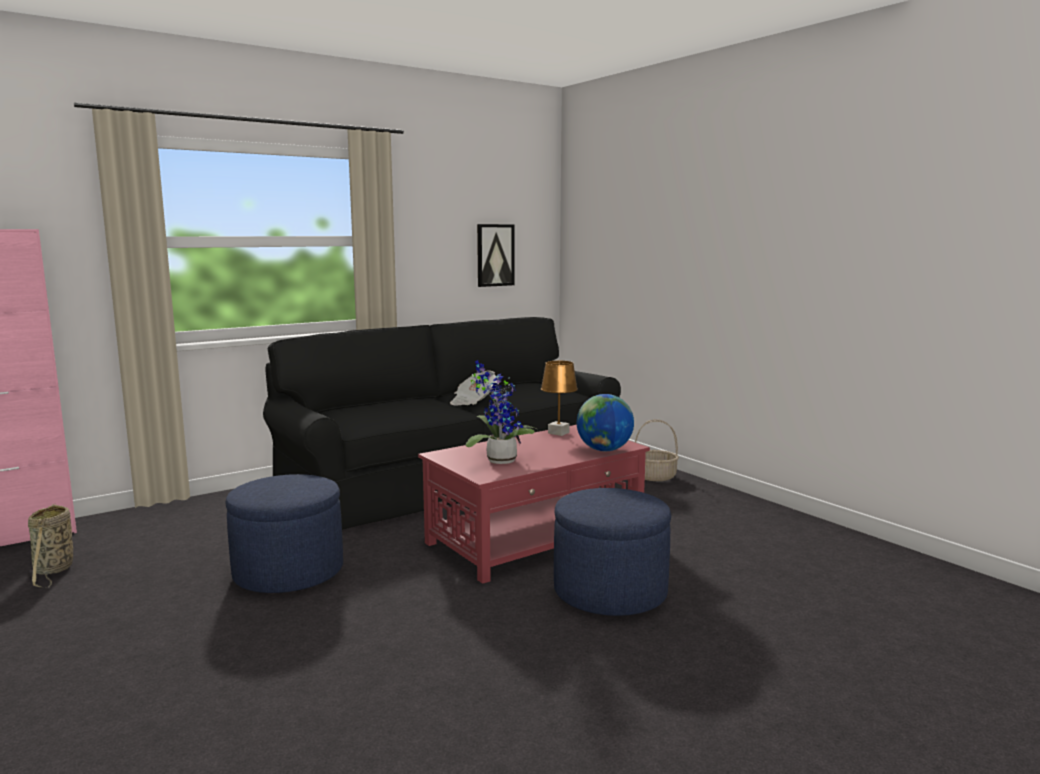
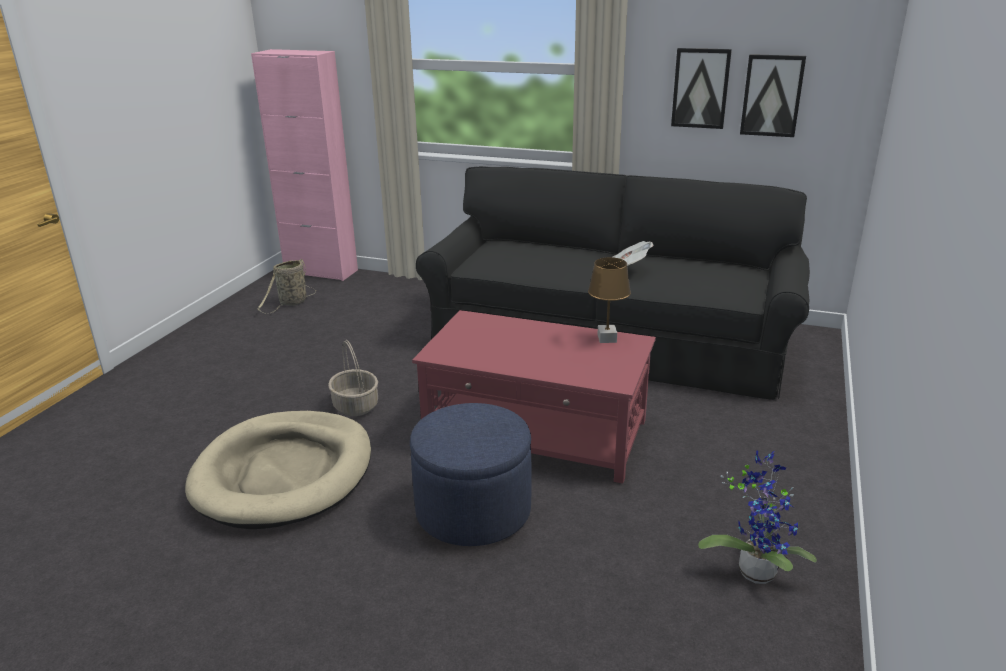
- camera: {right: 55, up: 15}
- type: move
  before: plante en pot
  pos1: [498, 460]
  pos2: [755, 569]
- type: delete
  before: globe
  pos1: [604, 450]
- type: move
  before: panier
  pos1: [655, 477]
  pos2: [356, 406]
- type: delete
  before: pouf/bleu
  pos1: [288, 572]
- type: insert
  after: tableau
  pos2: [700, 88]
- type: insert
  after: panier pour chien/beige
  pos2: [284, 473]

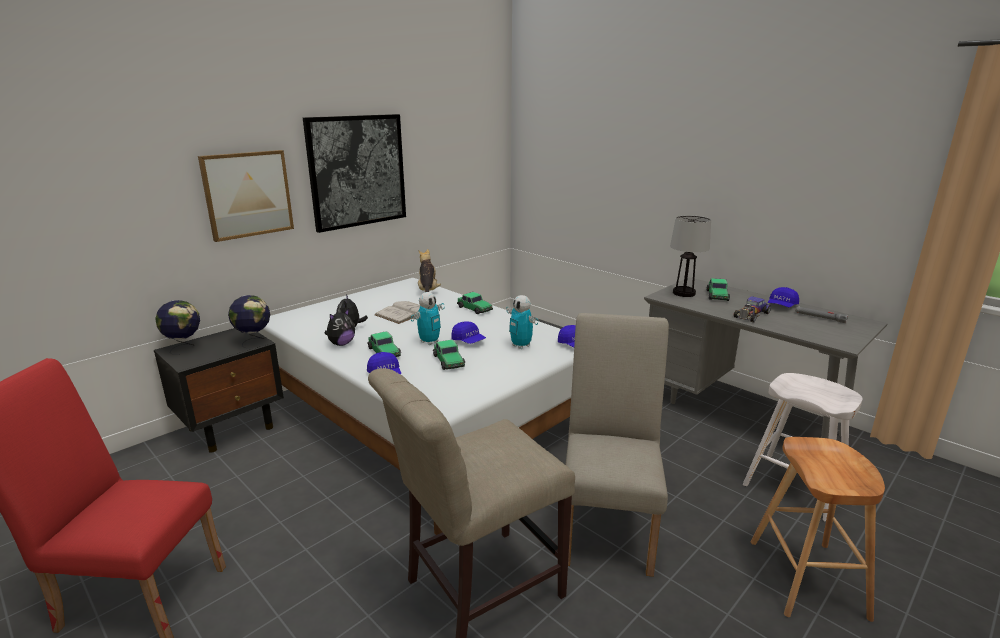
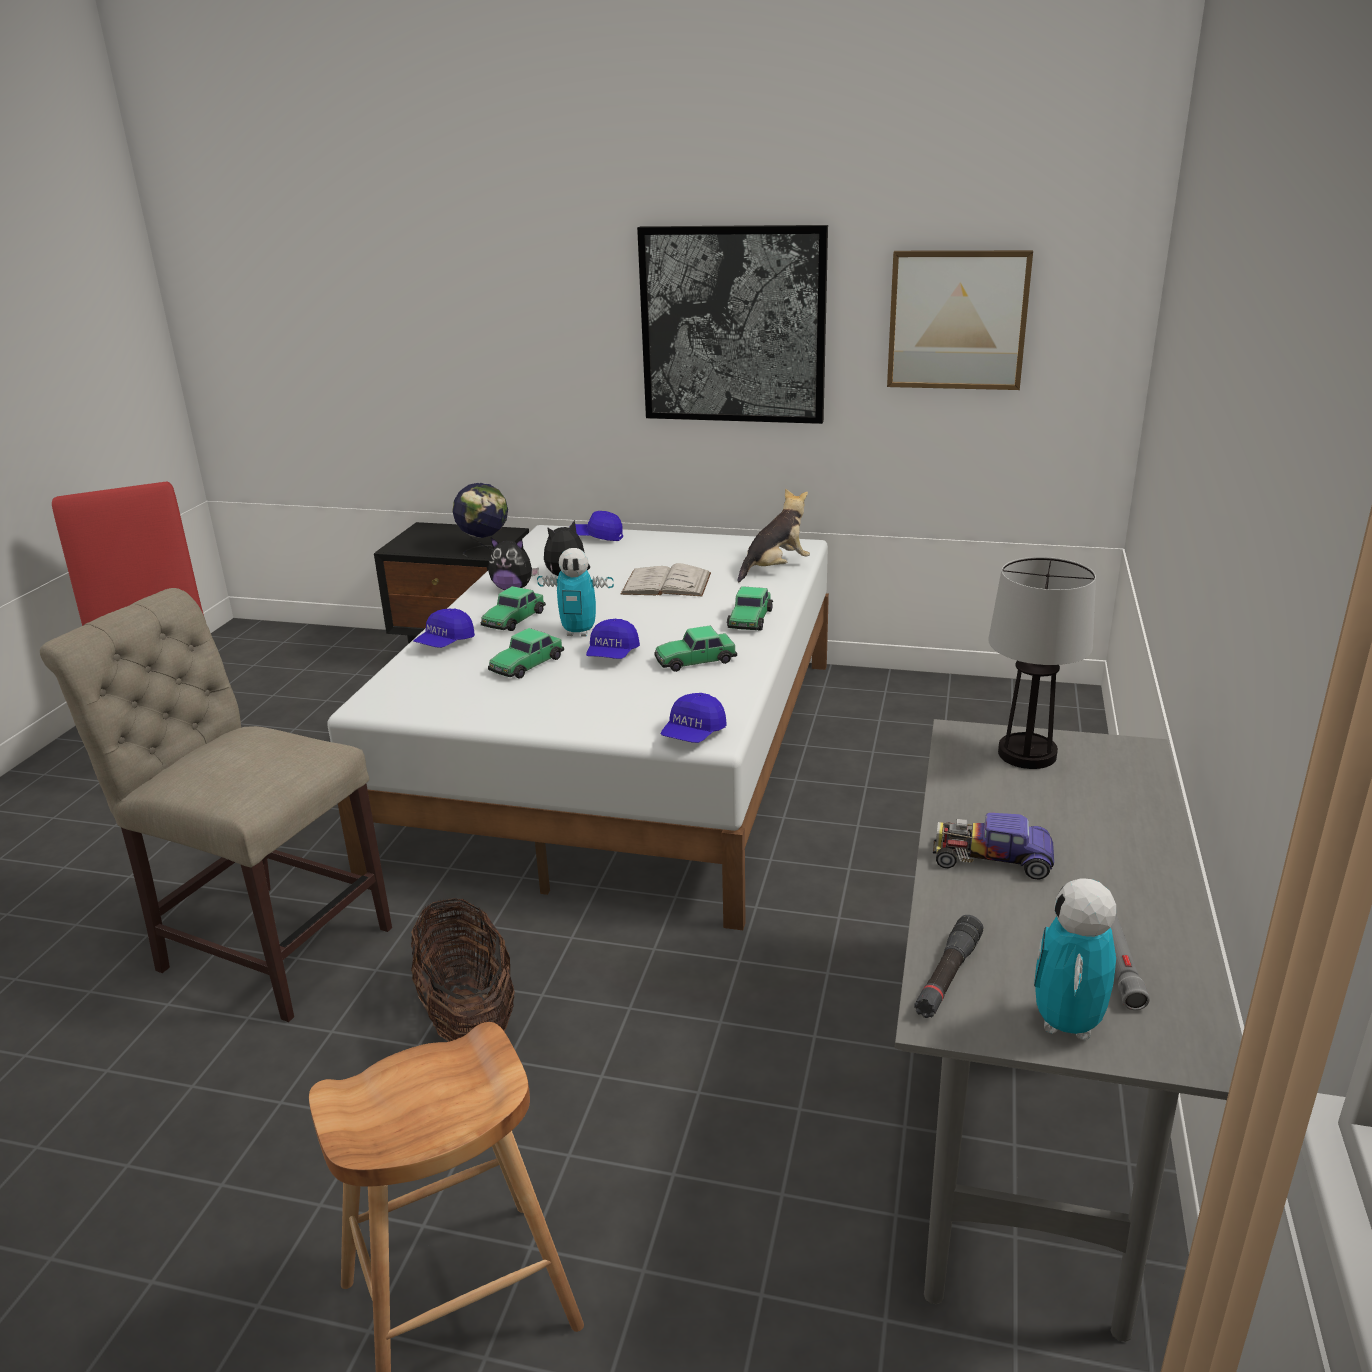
- camera: {right: 60, up: 5}
- type: move
  before: tableau
  pos1: [247, 194]
  pos2: [957, 320]
- type: move
  before: petite voiture
  pos1: [717, 296]
  pos2: [695, 660]
- type: move
  before: casquette/bleu
  pos1: [781, 306]
  pos2: [597, 537]
- type: move
  before: robot jouet
  pos1: [521, 346]
  pos2: [1067, 1024]
- type: delete
  before: globe
  pos1: [184, 347]
- type: replace
  before: chaise/beige
  after: panier
  pos1: [608, 524]
  pos2: [468, 1017]
- type: delete
  before: tabouret/blanc
  pos1: [794, 487]
- type: insert
  after: lampe de poche/noir
  pos2: [947, 976]

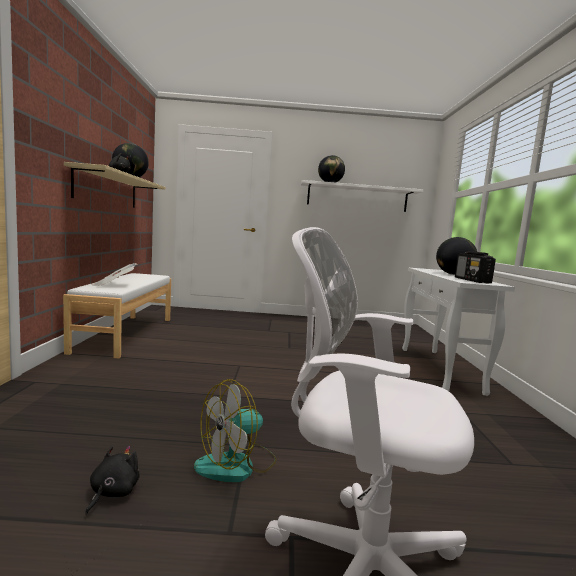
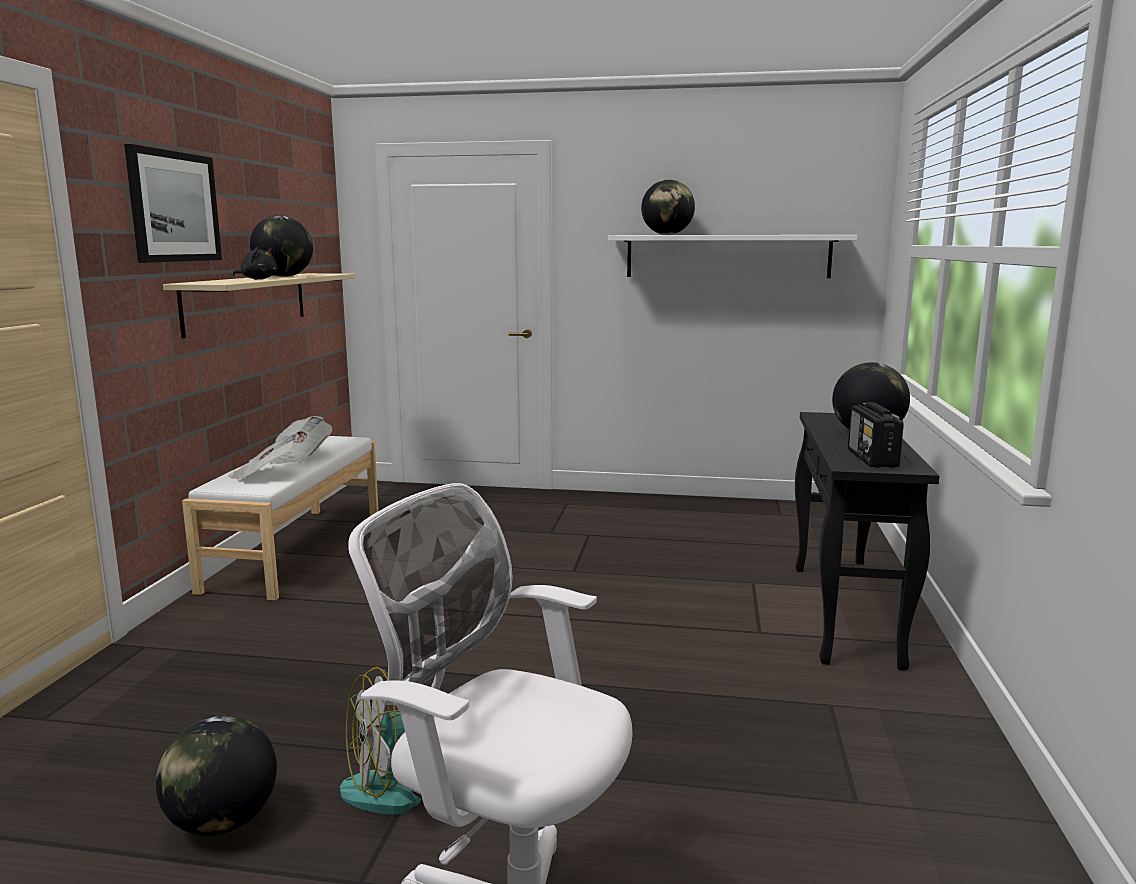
- camera: {right: 10, up: 5}
- type: recolor
  before: table console/blanc
  after: table console/noir
  pos1: [439, 369]
  pos2: [845, 614]
- type: replace
  before: peluche/noir
  after: globe
  pos1: [112, 492]
  pos2: [223, 822]
- type: insert
  after: tableau
  pos2: [174, 207]
- type: insert
  after: journal
  pos2: [300, 457]

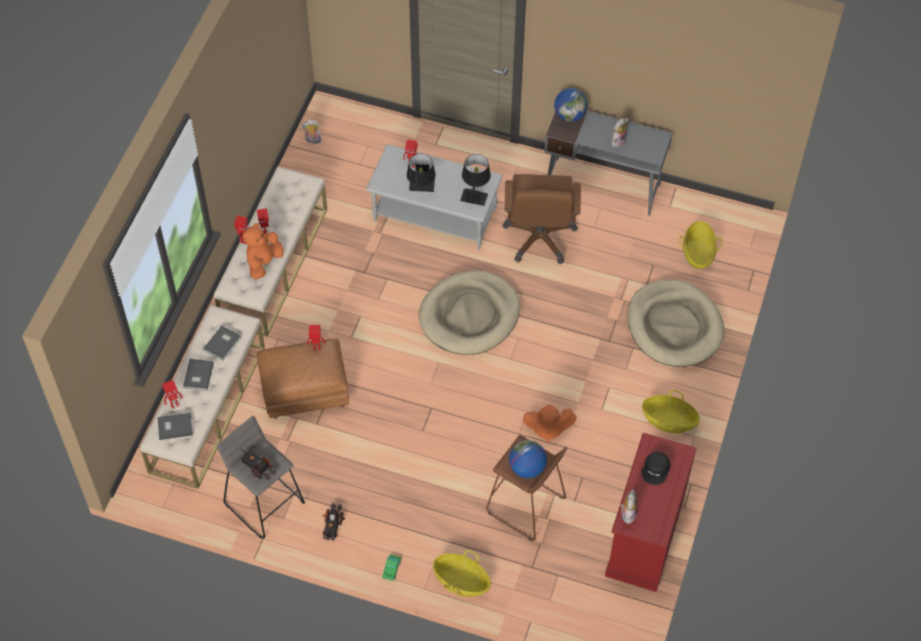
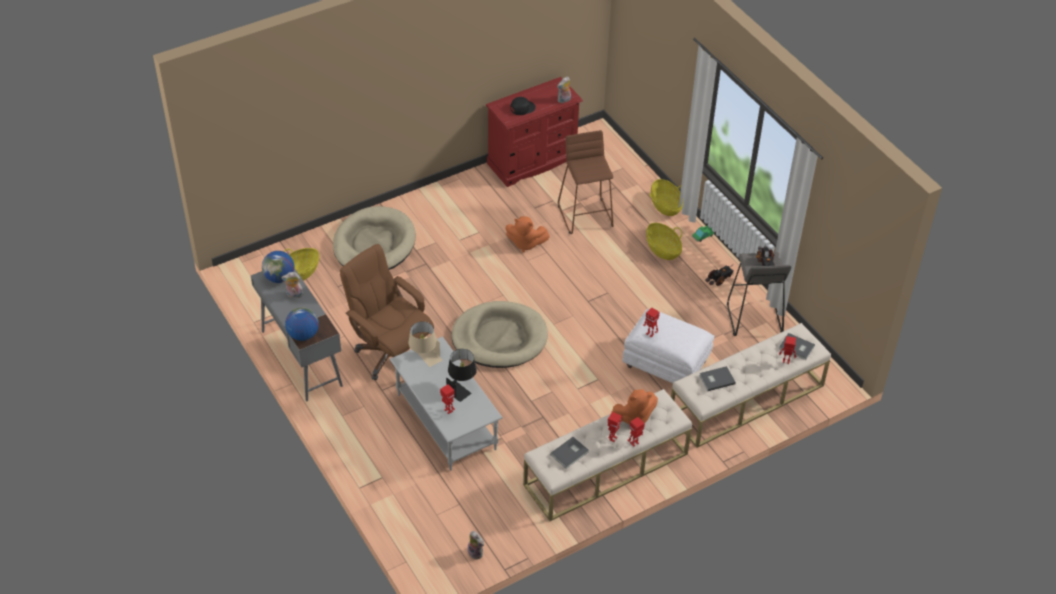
- camera: {right: -140, up: -10}
- type: recolor
  before: lampe de table/noir
  after: lampe de table/beige
  pos1: [475, 192]
  pos2: [425, 358]
- type: rotate
  before: chaise de bureau/marron
  pos1: [539, 238]
  pos2: [390, 354]
  turn: -90
- type: recolor
  before: pouf/marron
  after: pouf/blanc
  pos1: [304, 393]
  pos2: [666, 365]
- type: move
  before: livre/gris
  pos1: [197, 375]
  pos2: [570, 453]
- type: move
  before: panier
  pos1: [669, 421]
  pos2: [662, 249]
- type: rotate
  before: peluche/orange
  pos1: [547, 428]
  pos2: [525, 243]
  turn: 150
- type: move
  before: globe
  pos1: [527, 468]
  pos2: [279, 278]

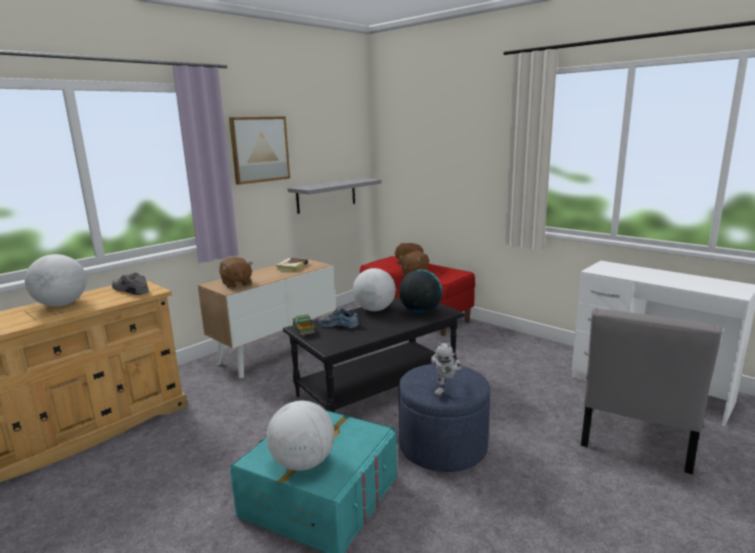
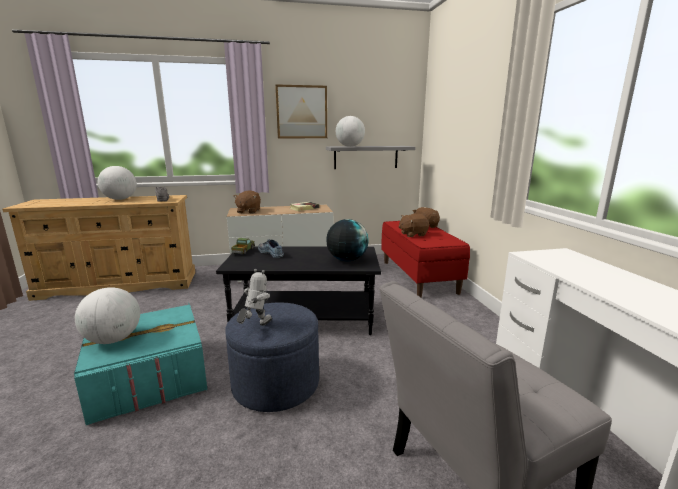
- camera: {right: 35, up: 0}
- type: move
  before: globe
  pos1: [374, 309]
  pos2: [350, 146]
- type: rotate
  before: robot jouet
  pos1: [445, 390]
  pos2: [256, 326]
  turn: 150

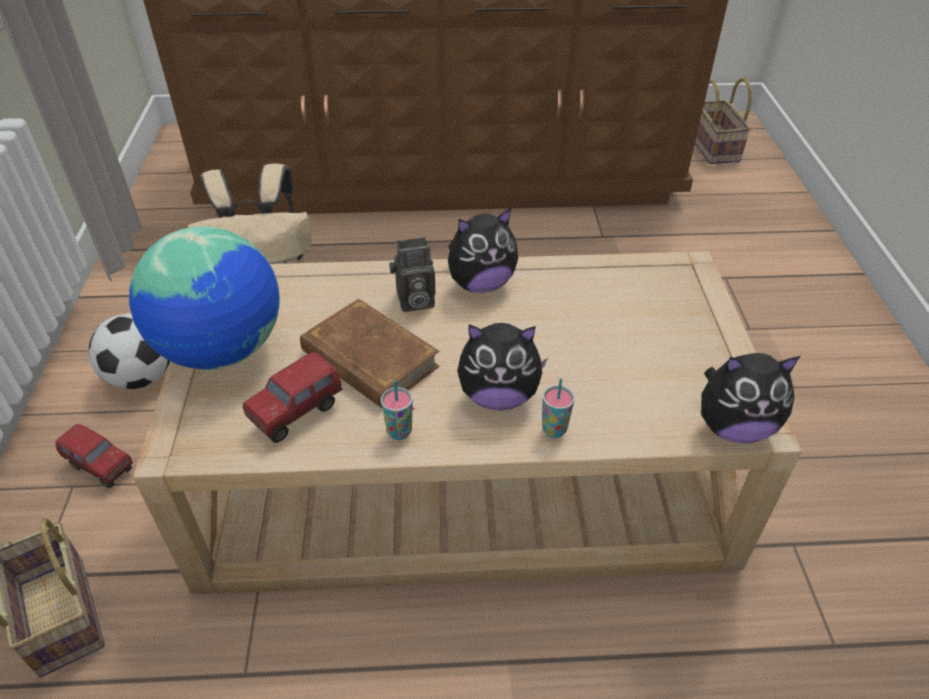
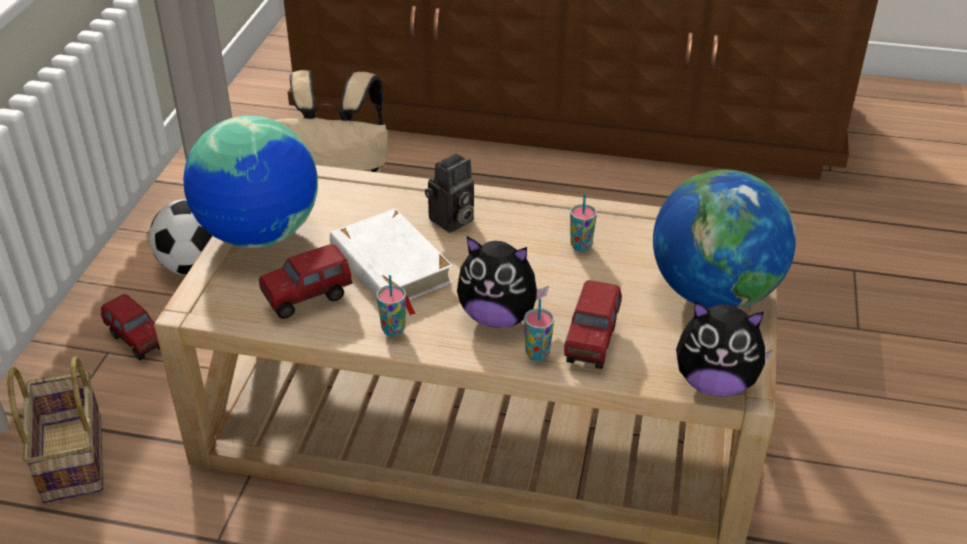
- camera: {right: 15, up: -5}
- type: delete
  before: panier
  pos1: [715, 148]
- type: delete
  before: peluche
  pos1: [480, 284]
- type: rotate
  before: appareil photo
  pos1: [414, 302]
  pos2: [451, 221]
  turn: -45
- type: recolor
  before: livre/marron
  after: livre/blanc
  pos1: [370, 360]
  pos2: [390, 266]
- type: insert
  after: globe
  pos2: [714, 293]
- type: insert
  after: tasse
  pos2: [581, 246]
- type: insert
  after: camion jouet
  pos2: [592, 343]

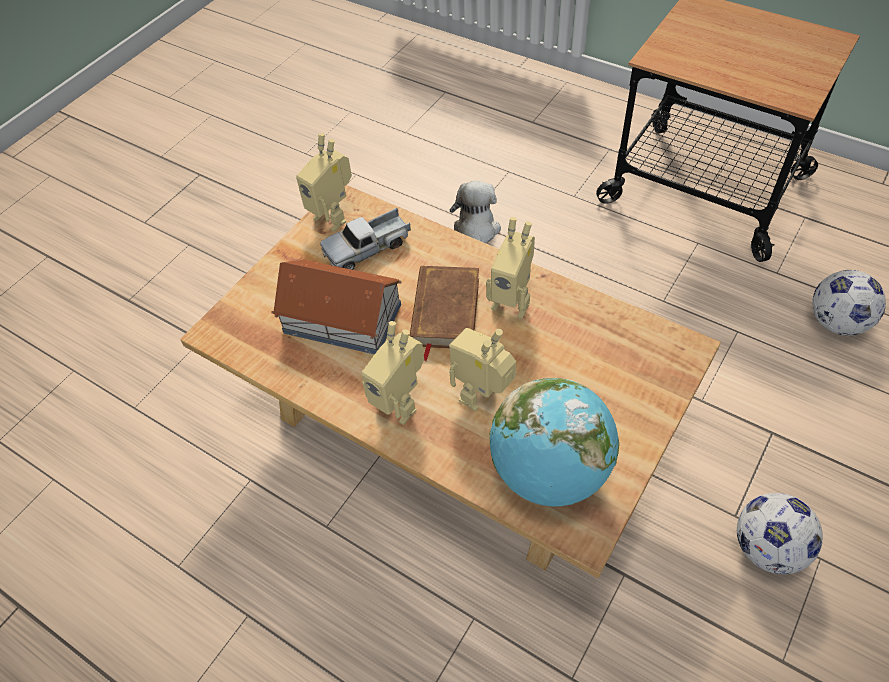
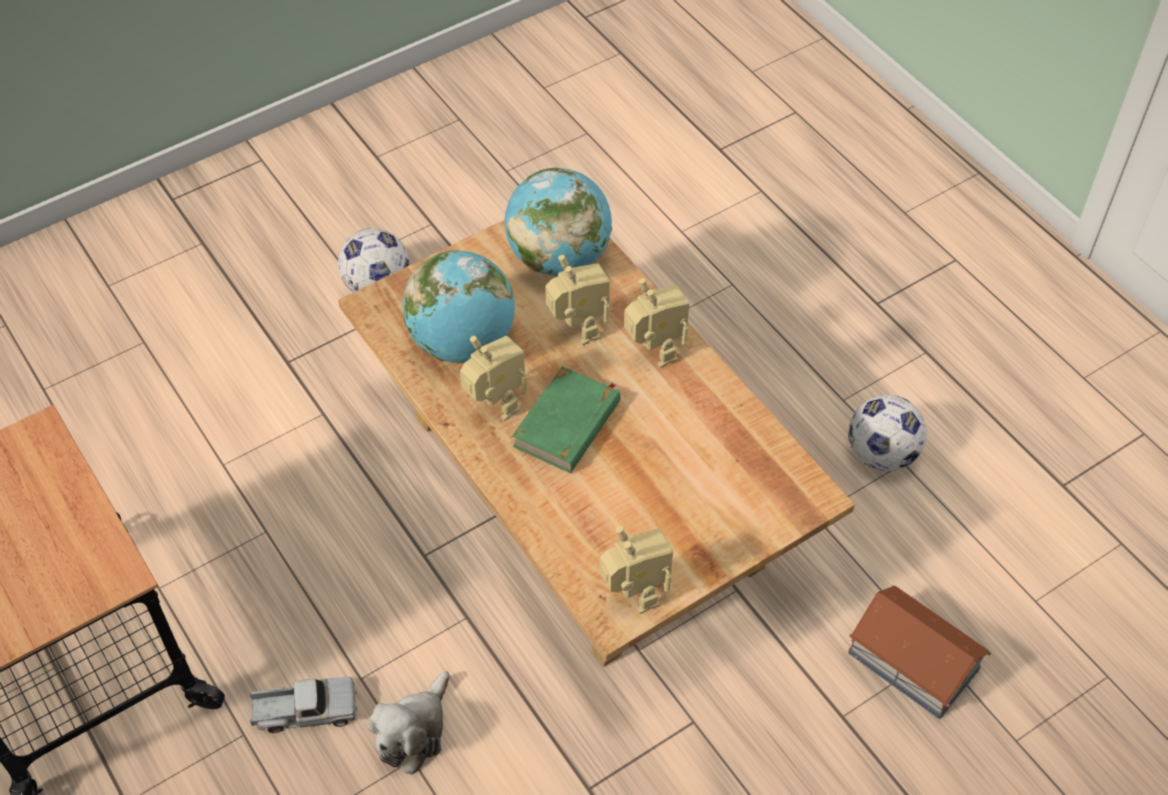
- camera: {right: -160, up: 0}
- type: move
  before: camion jouet
  pos1: [368, 247]
  pos2: [305, 711]
- type: move
  before: maison miniature
  pos1: [343, 319]
  pos2: [912, 659]
- type: recolor
  before: livre/marron
  after: livre/vert
  pos1: [444, 312]
  pos2: [568, 424]
- type: move
  before: ballon de foot
  pos1: [837, 323]
  pos2: [881, 454]
- type: rotate
  before: robot jouet
  pos1: [483, 397]
  pos2: [577, 332]
  turn: -90
- type: insert
  after: globe
  pos2: [462, 343]

